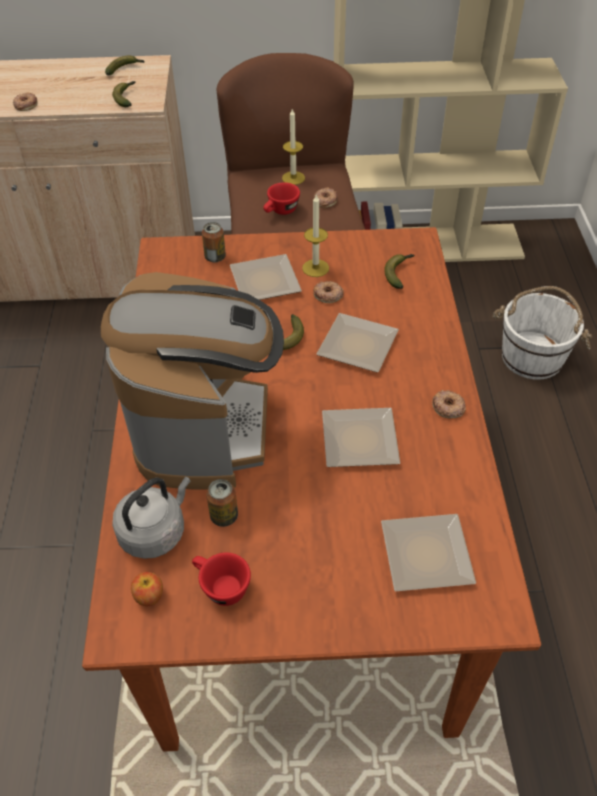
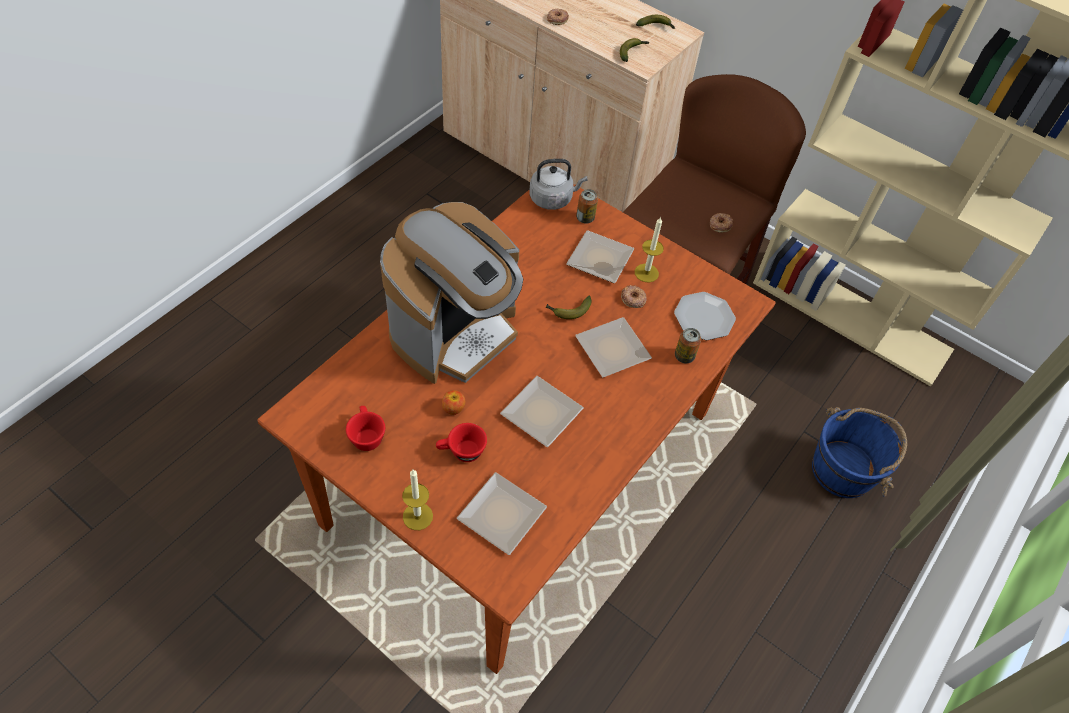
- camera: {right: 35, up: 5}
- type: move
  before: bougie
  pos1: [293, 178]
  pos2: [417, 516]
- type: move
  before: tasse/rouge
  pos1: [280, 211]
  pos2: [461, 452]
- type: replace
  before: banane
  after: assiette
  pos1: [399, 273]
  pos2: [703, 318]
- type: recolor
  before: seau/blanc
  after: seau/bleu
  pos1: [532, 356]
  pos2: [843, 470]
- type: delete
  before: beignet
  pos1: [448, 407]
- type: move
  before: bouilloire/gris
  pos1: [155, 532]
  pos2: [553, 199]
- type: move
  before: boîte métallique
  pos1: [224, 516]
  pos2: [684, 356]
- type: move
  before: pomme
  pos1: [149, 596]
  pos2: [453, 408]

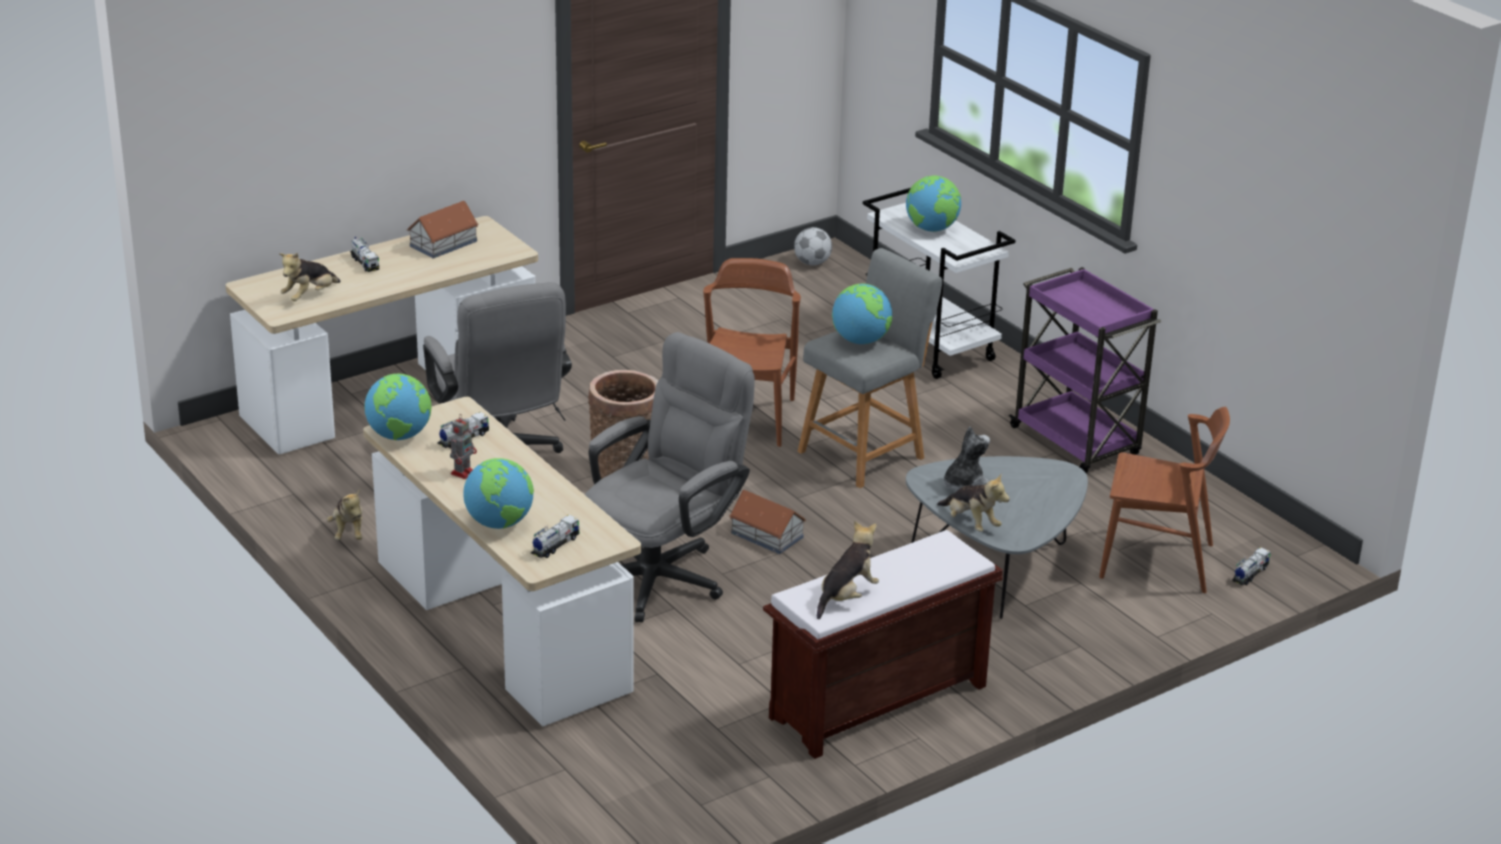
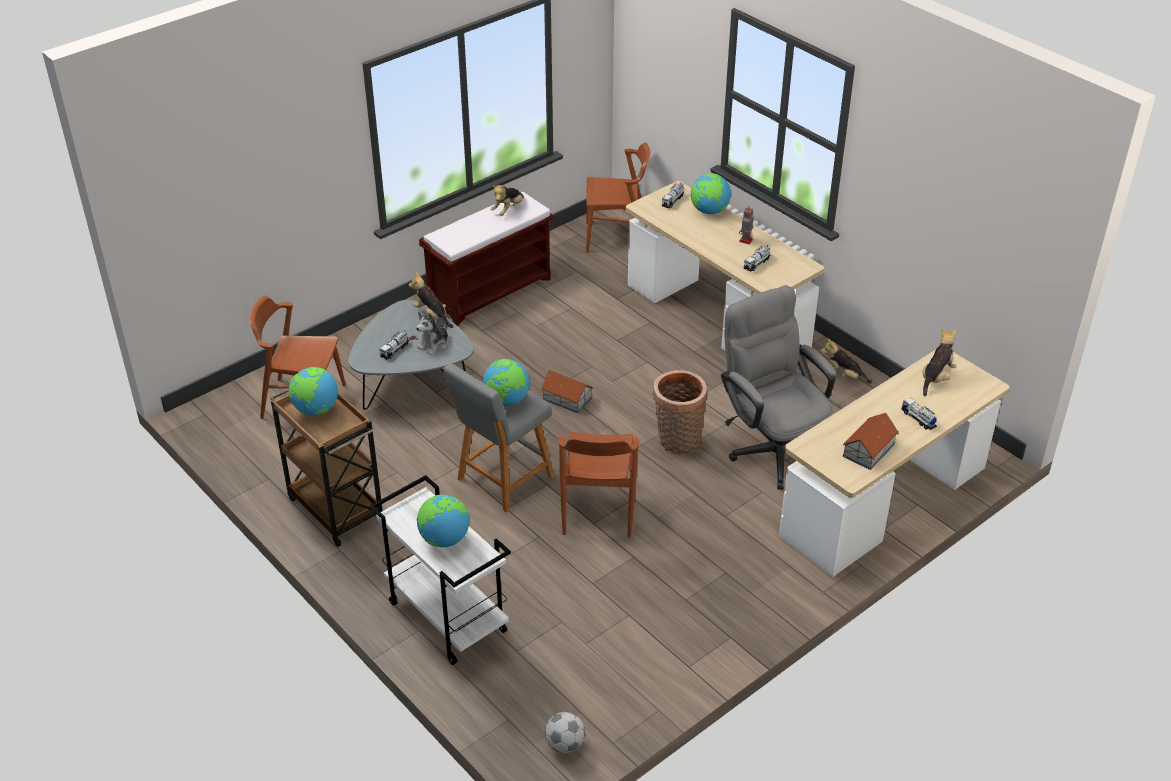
- camera: {right: 175, up: 10}
- type: recolor
  before: chariot/violet
  after: chariot/marron
  pos1: [1077, 442]
  pos2: [335, 508]
- type: delete
  before: chaise de bureau/gris
  pos1: [664, 574]
- type: move
  before: globe
  pos1: [400, 436]
  pos2: [315, 410]
- type: rotate
  before: peluche
  pos1: [348, 532]
  pos2: [843, 376]
  turn: -45
- type: move
  before: camion jouet
  pos1: [1250, 574]
  pos2: [395, 350]
- type: insert
  after: chaise/marron
  pos2: [617, 237]

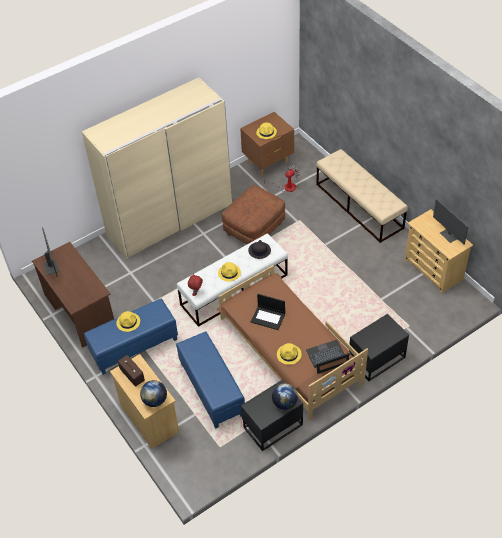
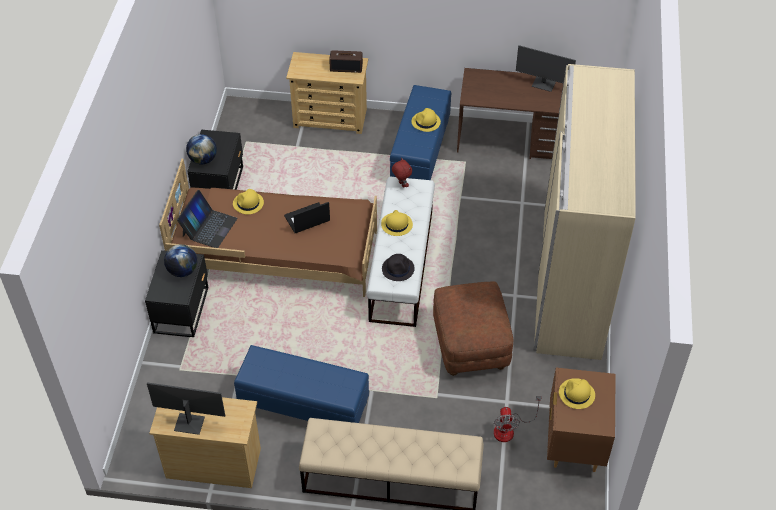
- camera: {right: 130, up: 0}
- type: move
  before: pouf/bleu
  pos1: [212, 389]
  pos2: [303, 406]
- type: move
  before: globe
  pos1: [155, 400]
  pos2: [182, 271]

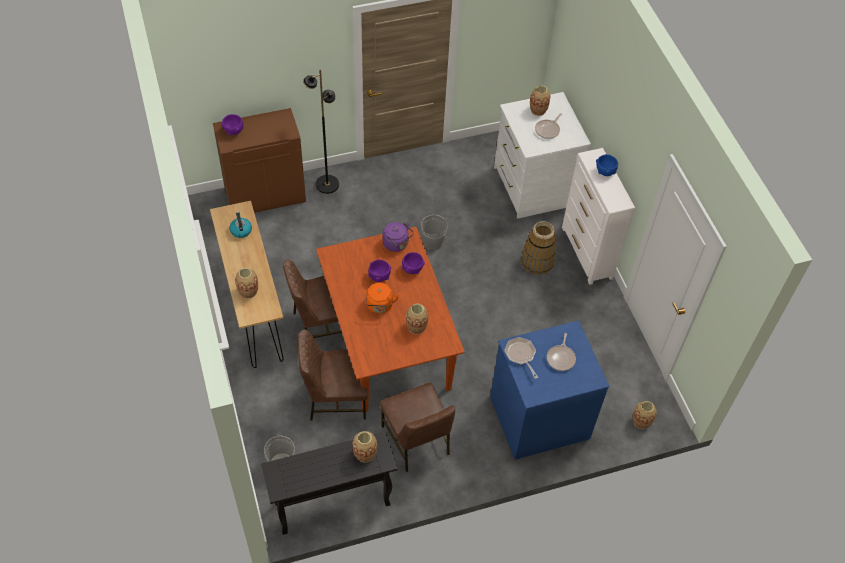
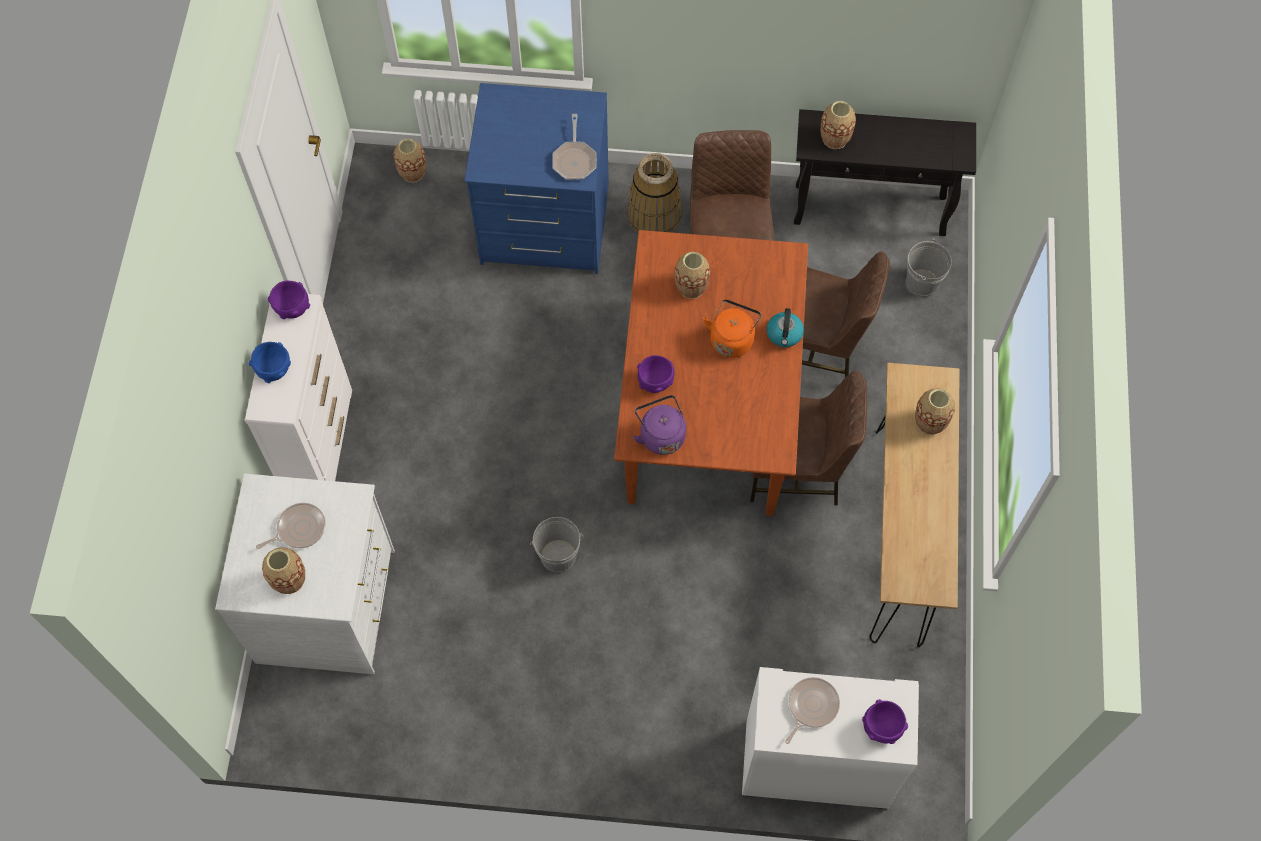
- camera: {right: -155, up: 10}
- type: delete
  before: lampadaire/noir
  pos1: [326, 184]
- type: recolor
  before: meuble de rangement/marron
  after: meuble de rangement/blanc
  pos1: [265, 195]
  pos2: [815, 766]
- type: move
  before: bouilloire
  pos1: [241, 230]
  pos2: [784, 334]
- type: move
  before: panier
  pos1: [537, 261]
  pos2: [654, 215]
- type: move
  before: bol/violet
  pos1: [379, 277]
  pos2: [292, 308]
- type: move
  before: poêle
  pos1: [561, 358]
  pos2: [811, 706]

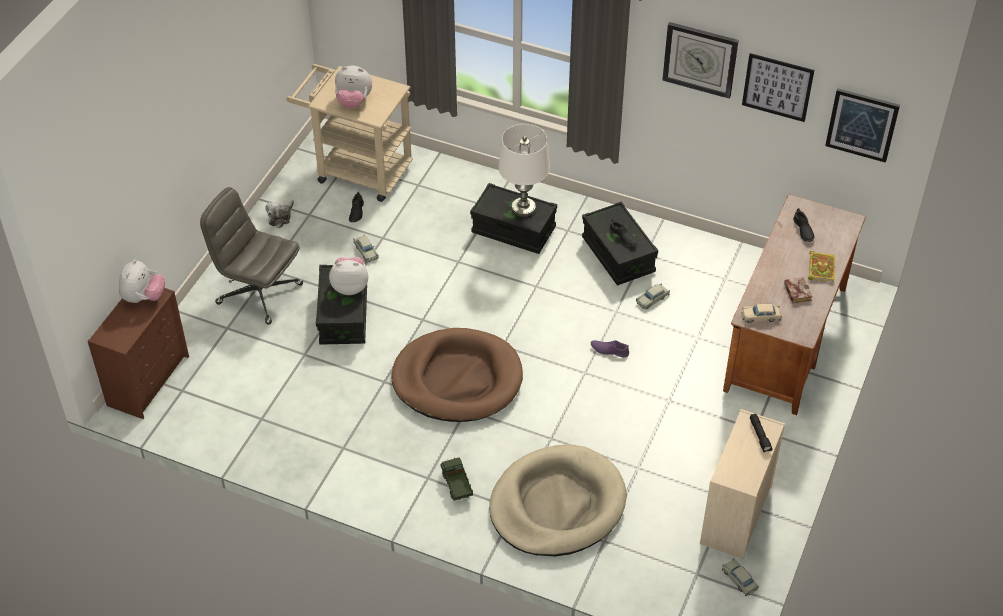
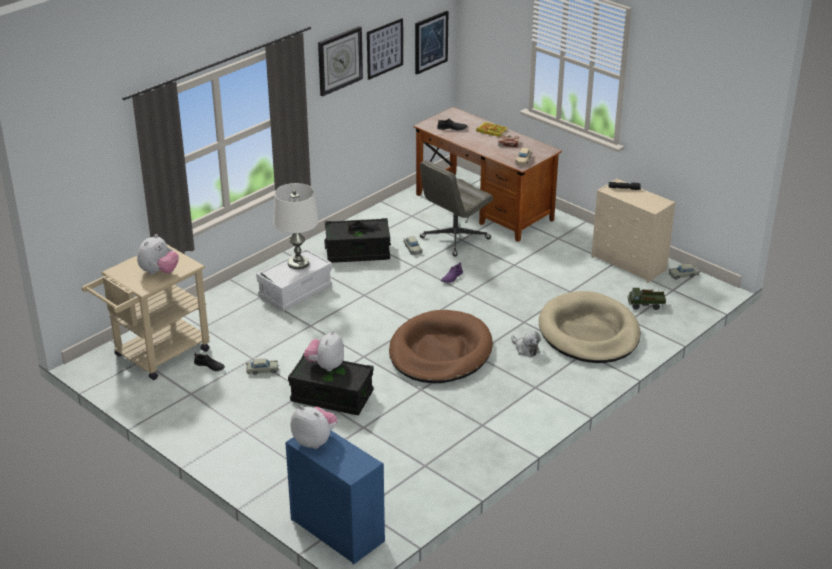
- camera: {right: -70, up: -15}
- type: recolor
  before: boîte de rangement/noir
  after: boîte de rangement/blanc
  pos1: [513, 230]
  pos2: [295, 292]
- type: move
  before: chaise de bureau/gris
  pos1: [258, 293]
  pos2: [454, 239]
- type: move
  before: peluche
  pos1: [280, 217]
  pos2: [525, 349]
- type: recolor
  before: commode/marron
  after: commode/bleu
  pos1: [149, 380]
  pos2: [336, 530]
- type: move
  before: camion jouet
  pos1: [456, 486]
  pos2: [646, 305]

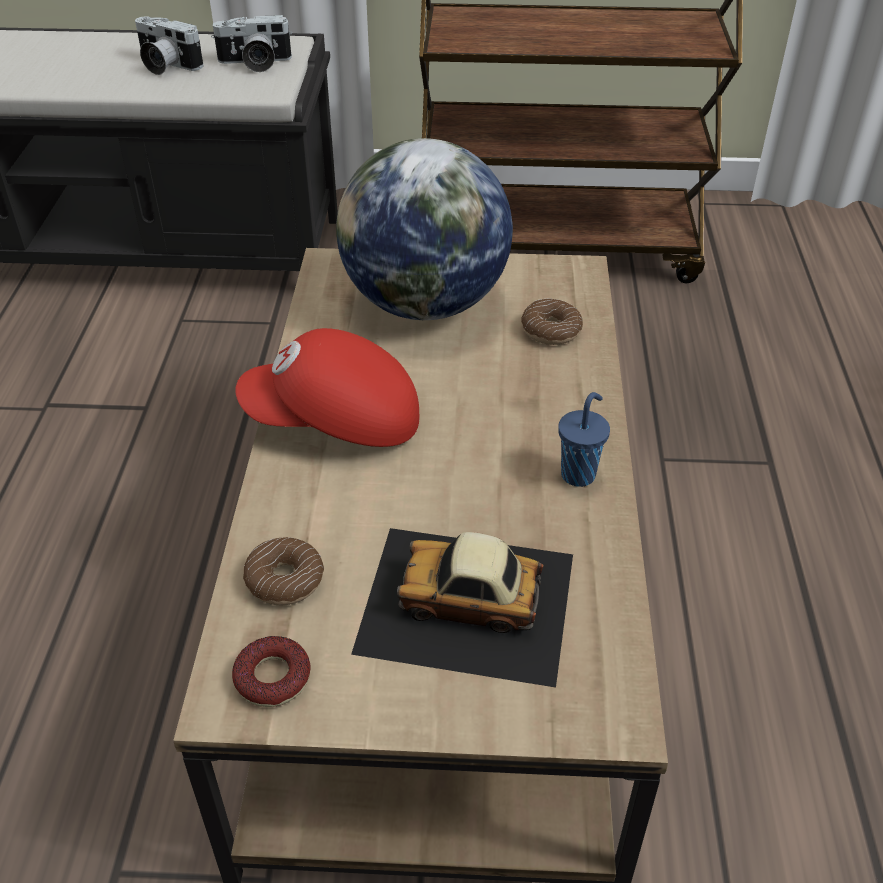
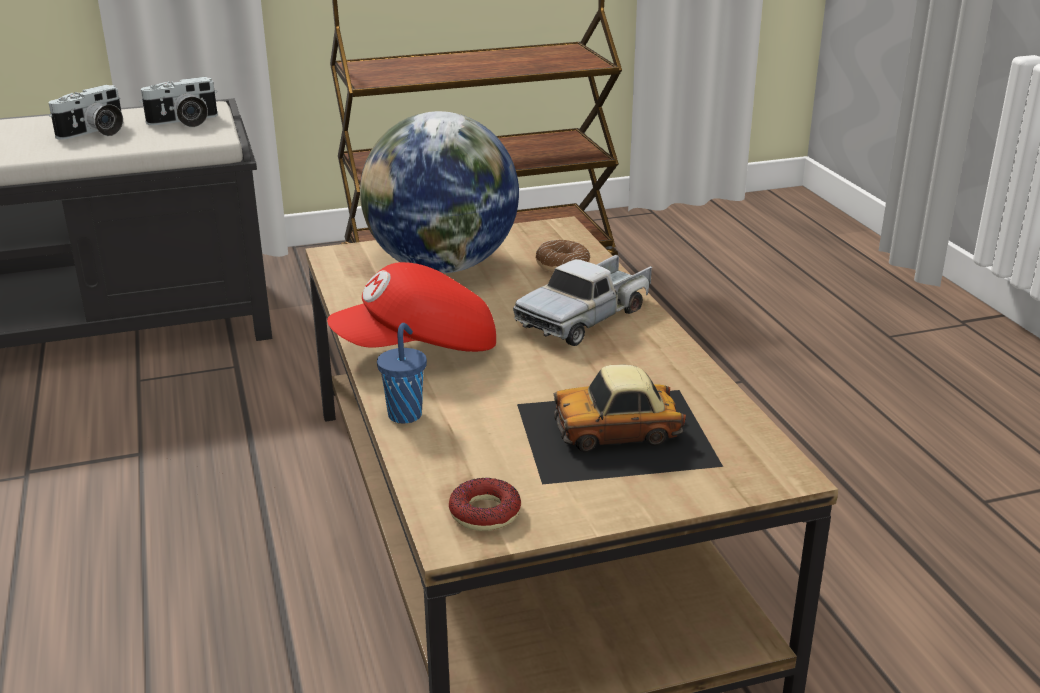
- camera: {right: -20, up: -15}
- type: rotate
  before: appareil photo
  pos1: [165, 65]
  pos2: [95, 133]
  turn: -60
- type: move
  before: tasse/bleu
  pos1: [579, 473]
  pos2: [406, 414]
- type: delete
  before: beignet
  pos1: [284, 580]
- type: insert
  after: camion jouet
  pos2: [586, 317]

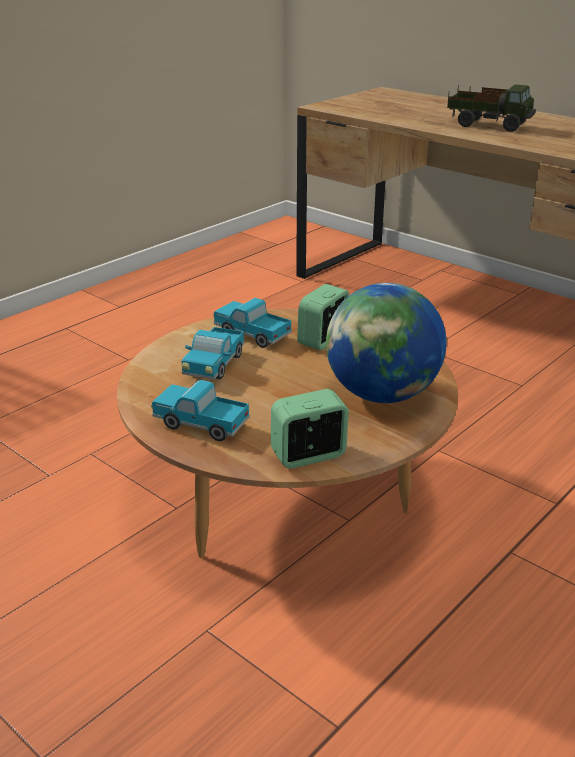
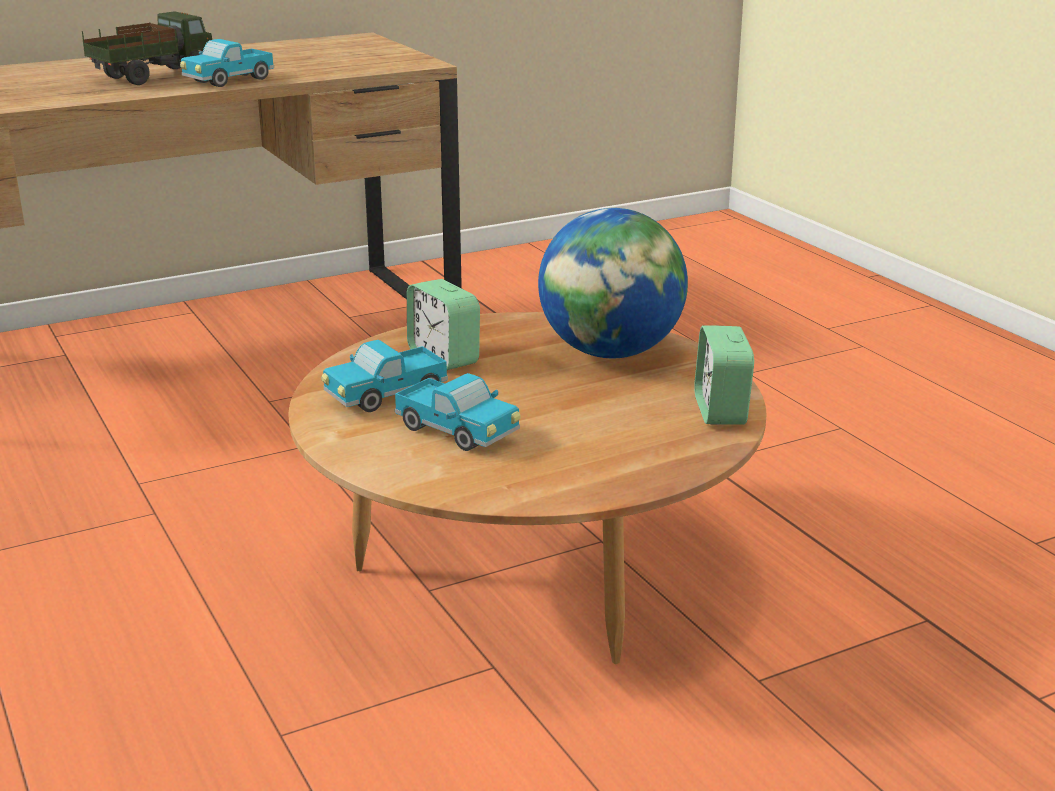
- camera: {right: -70, up: -5}
- type: move
  before: camion jouet
  pos1: [200, 424]
  pos2: [228, 81]

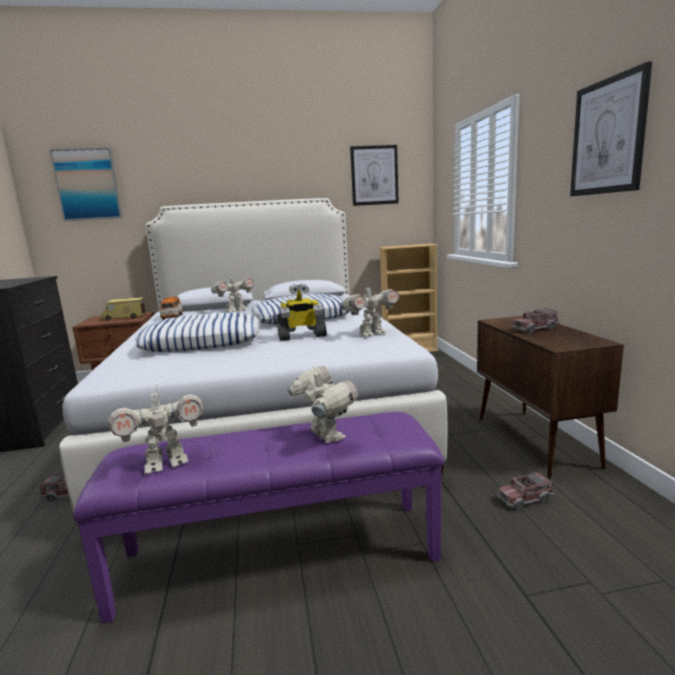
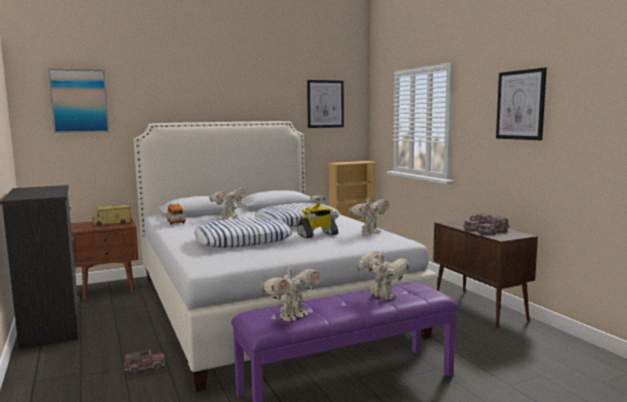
- camera: {right: -15, up: -5}
- type: move
  before: camion jouet
  pos1: [524, 499]
  pos2: [493, 231]

